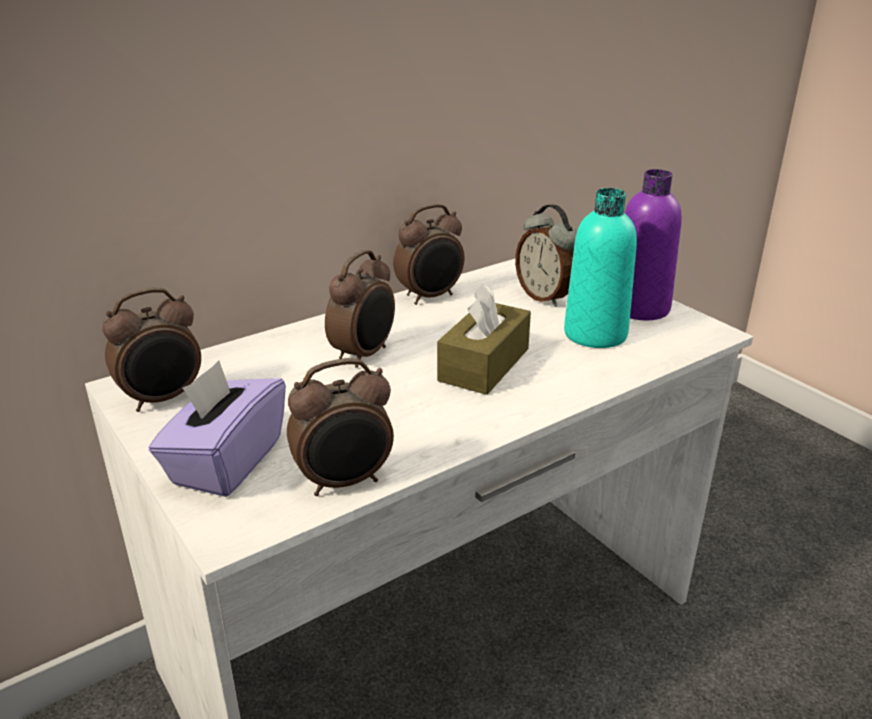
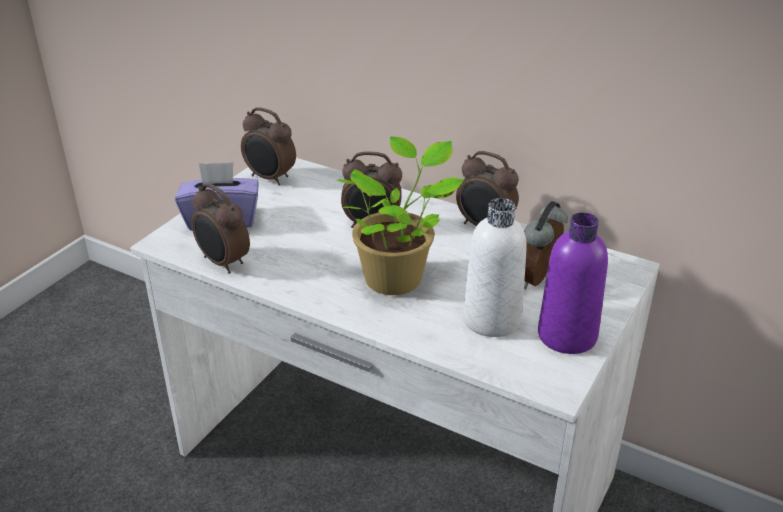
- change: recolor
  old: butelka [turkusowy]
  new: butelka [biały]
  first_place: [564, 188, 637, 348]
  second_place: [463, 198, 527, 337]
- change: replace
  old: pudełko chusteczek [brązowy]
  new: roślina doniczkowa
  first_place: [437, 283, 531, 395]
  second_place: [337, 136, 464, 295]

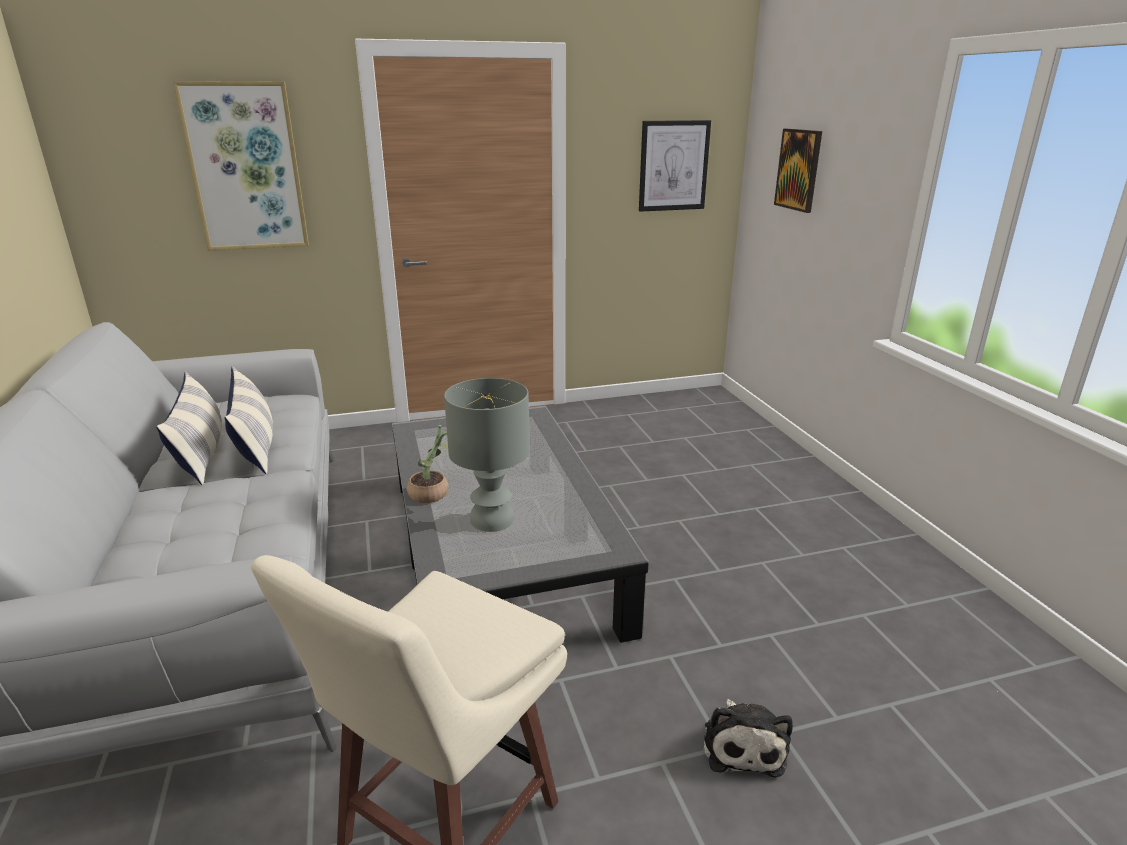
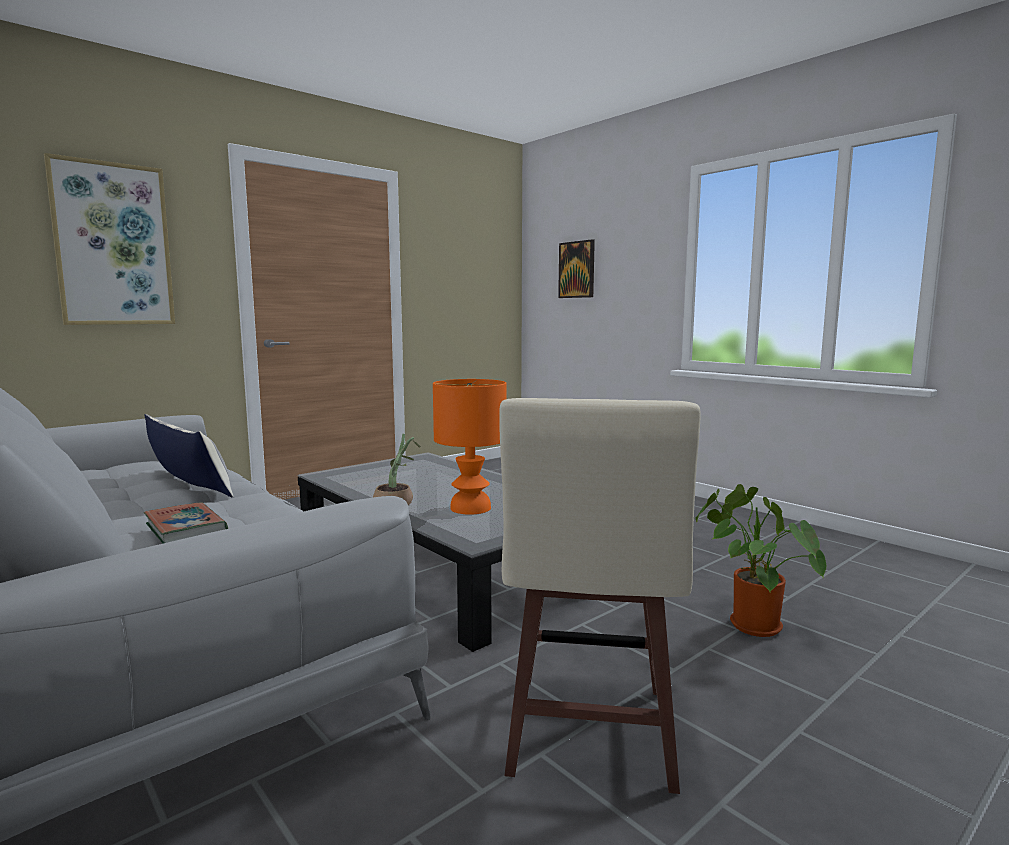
- change: delete
  old: obraz
  first_place: [639, 120, 711, 212]
- change: delete
  old: poduszka
  first_place: [156, 372, 222, 485]
- change: recolor
  old: lampa stołowa [szary]
  new: lampa stołowa [pomarańczowy]
  first_place: [444, 378, 530, 532]
  second_place: [433, 379, 506, 515]
- change: replace
  old: pluszak
  new: roślina doniczkowa
  first_place: [704, 699, 793, 778]
  second_place: [696, 484, 826, 637]
- change: insert
  new: książka
  second_place: [144, 502, 228, 544]

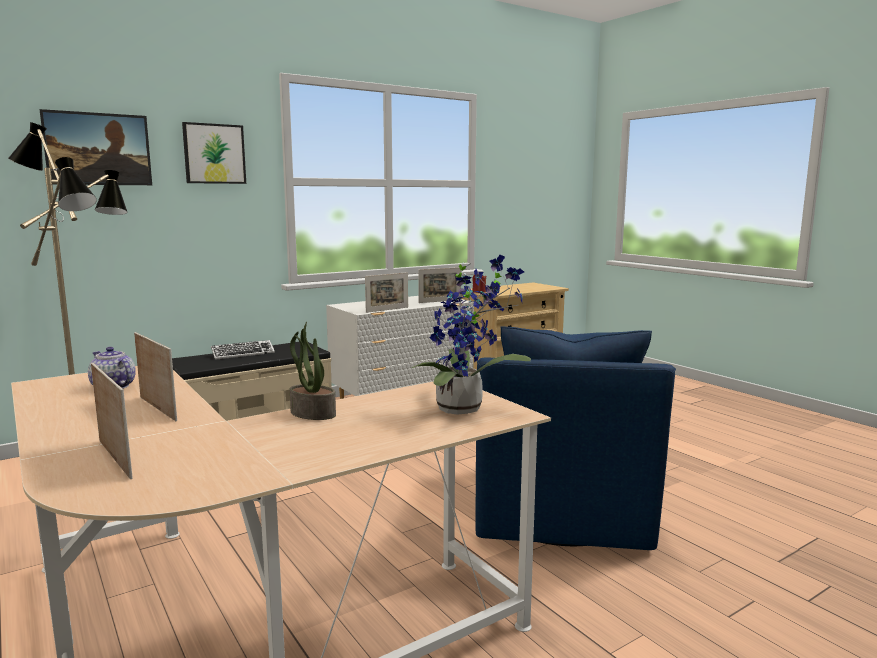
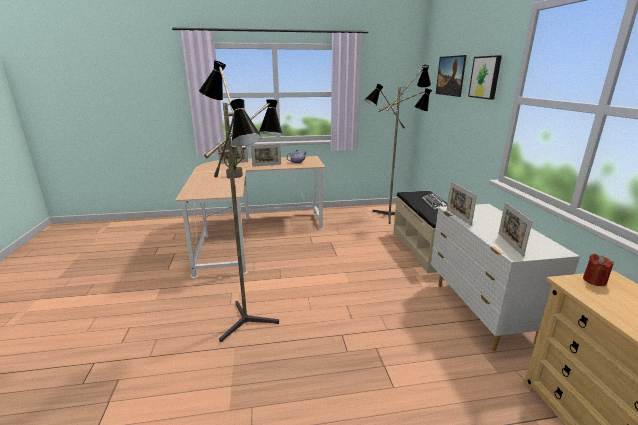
- change: delete
  old: roślina doniczkowa
  first_place: [412, 255, 531, 415]
- change: replace
  old: fotel [niebieski]
  new: lampa stojąca
  first_place: [476, 326, 676, 550]
  second_place: [199, 60, 282, 342]

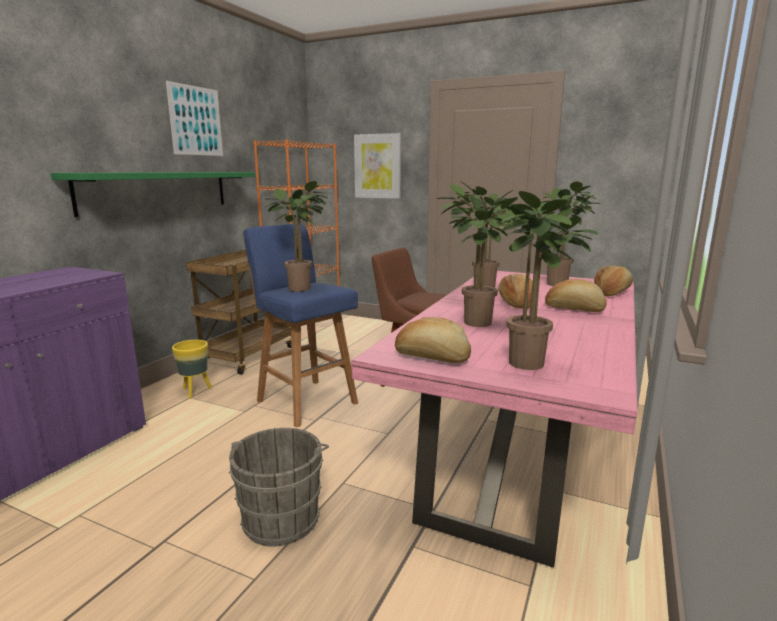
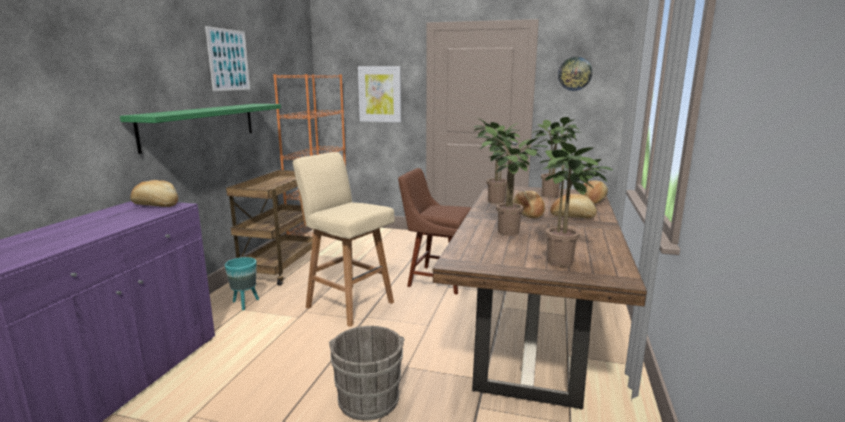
- change: delete
  old: roślina doniczkowa
  first_place: [264, 181, 329, 292]
- change: recolor
  old: stołek [niebieski]
  new: stołek [beżowy]
  first_place: [243, 224, 358, 428]
  second_place: [293, 152, 395, 327]
- change: recolor
  old: stół jadalny [różowy]
  new: stół jadalny [brązowy]
  first_place: [351, 271, 637, 567]
  second_place: [433, 185, 647, 409]
- change: move
  old: chleb
  first_place: [395, 317, 471, 363]
  second_place: [131, 180, 178, 207]
- change: recolor
  old: donica [żółty]
  new: donica [turkusowy]
  first_place: [172, 340, 212, 399]
  second_place: [225, 257, 259, 310]
- change: insert
  new: zegar ścienny
  second_place: [558, 57, 592, 91]

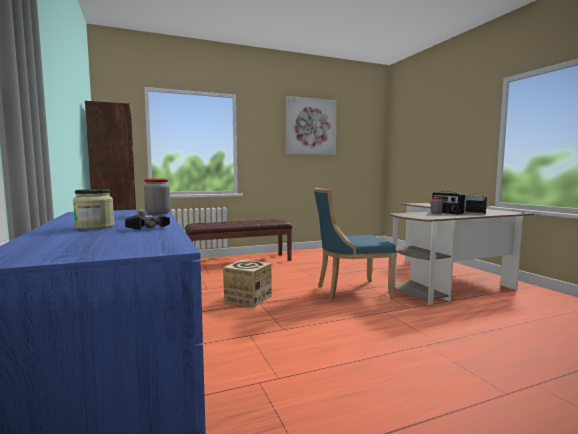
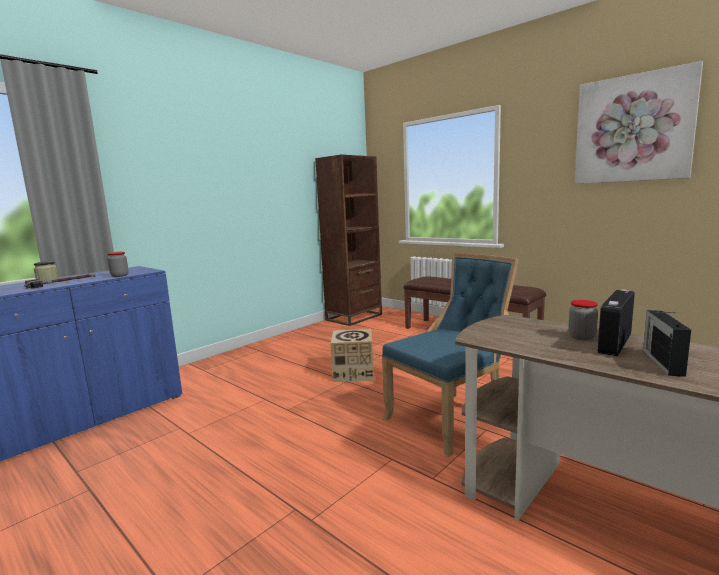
- change: rotate
  old: krzesło [niebieski]
  first_place: [314, 188, 396, 300]
  second_place: [382, 253, 519, 457]
  degrees: 90

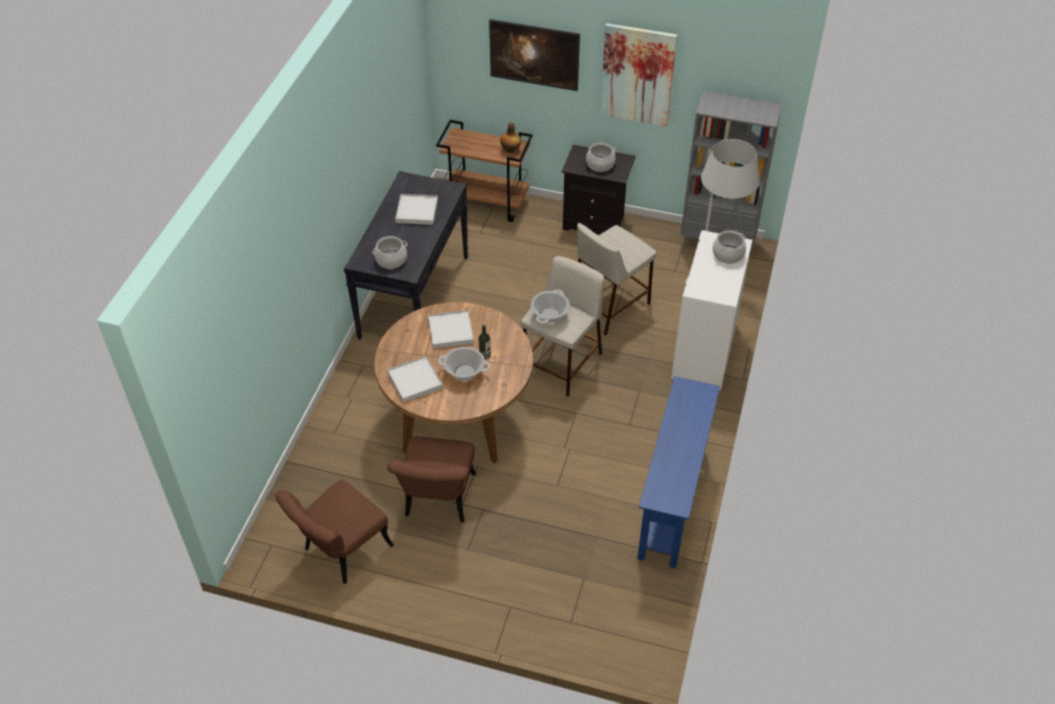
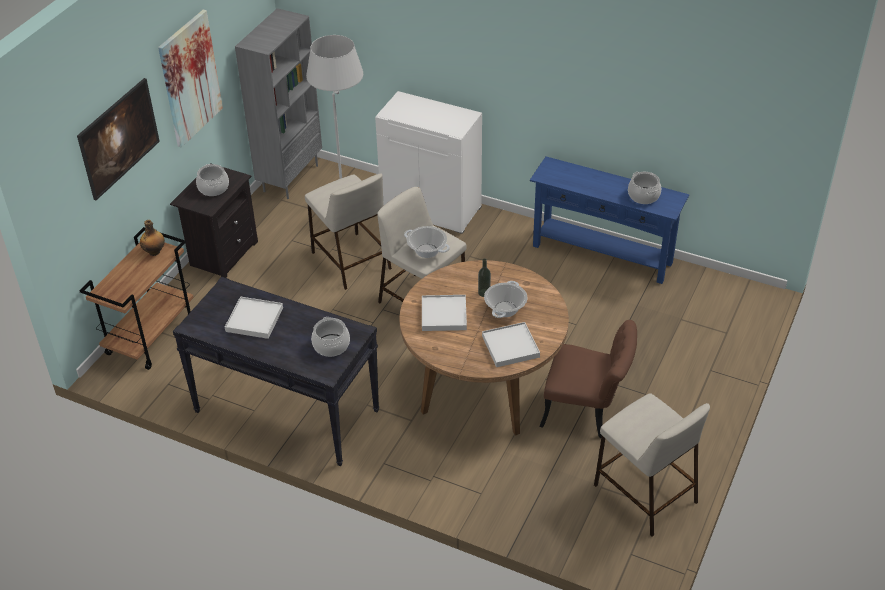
- change: move
  old: garnek
  first_place: [712, 230, 746, 264]
  second_place: [628, 172, 661, 204]
- change: replace
  old: krzesło [brązowy]
  new: stołek [beżowy]
  first_place: [276, 479, 394, 584]
  second_place: [594, 393, 710, 537]

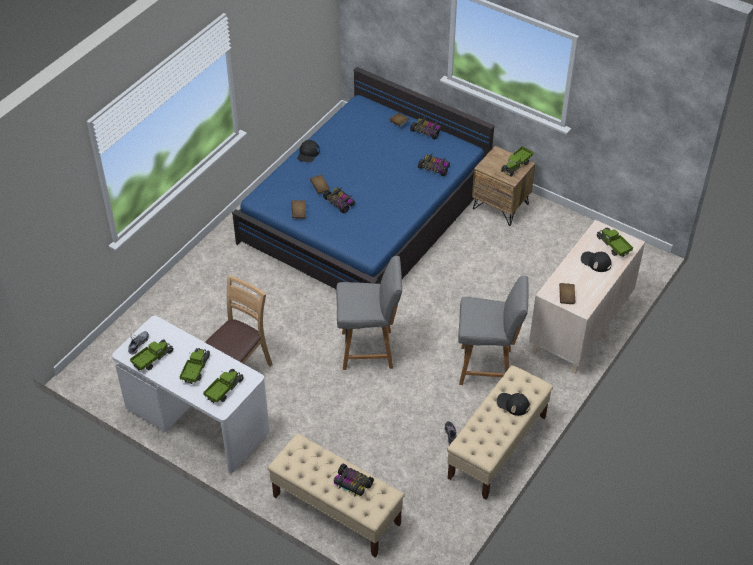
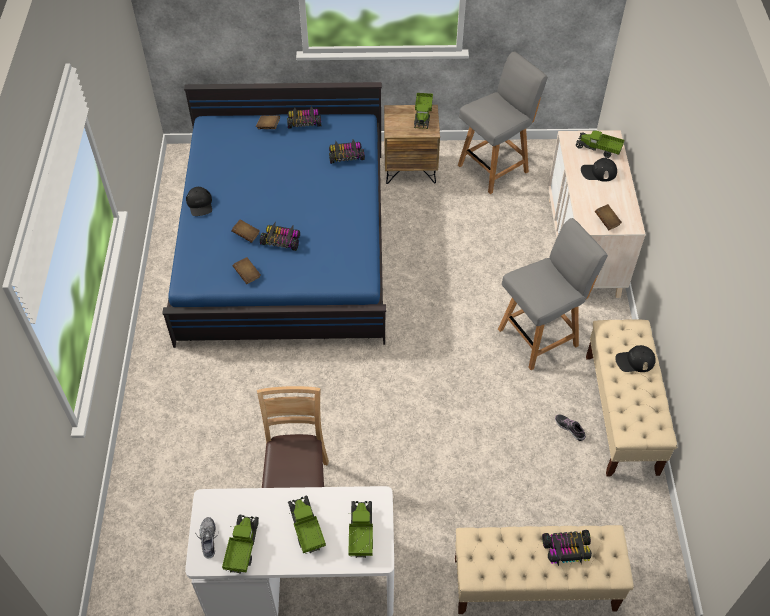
- change: move
  old: krzesło [szary]
  first_place: [336, 256, 402, 370]
  second_place: [458, 51, 548, 194]

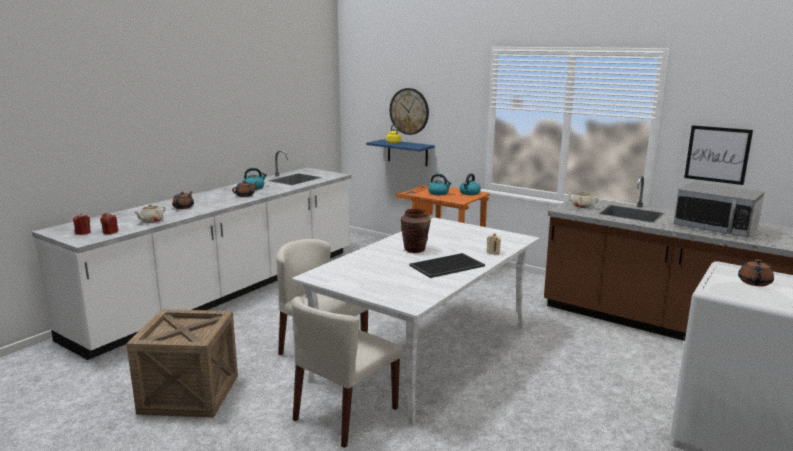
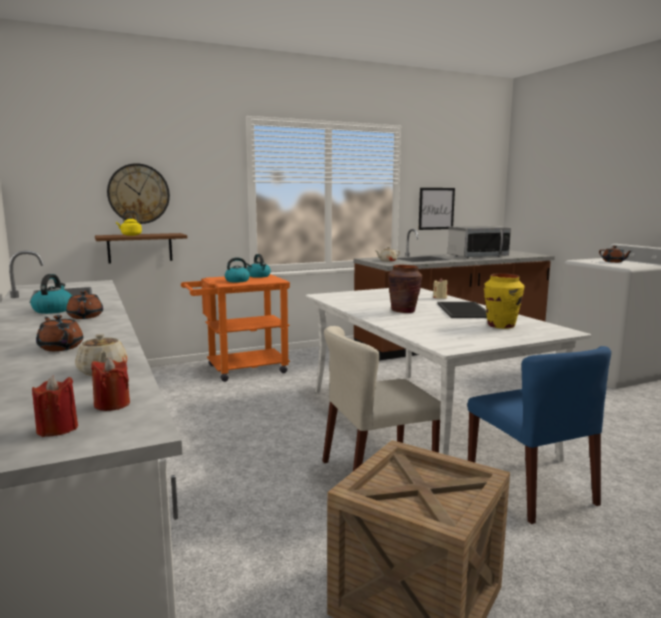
- change: recolor
  old: półka [niebieski]
  new: półka [brązowy]
  first_place: [366, 139, 435, 166]
  second_place: [95, 233, 187, 264]
- change: recolor
  old: krzesło [beżowy]
  new: krzesło [niebieski]
  first_place: [291, 296, 403, 448]
  second_place: [468, 346, 611, 524]
- change: insert
  new: wazon [żółty]
  second_place: [484, 273, 524, 329]

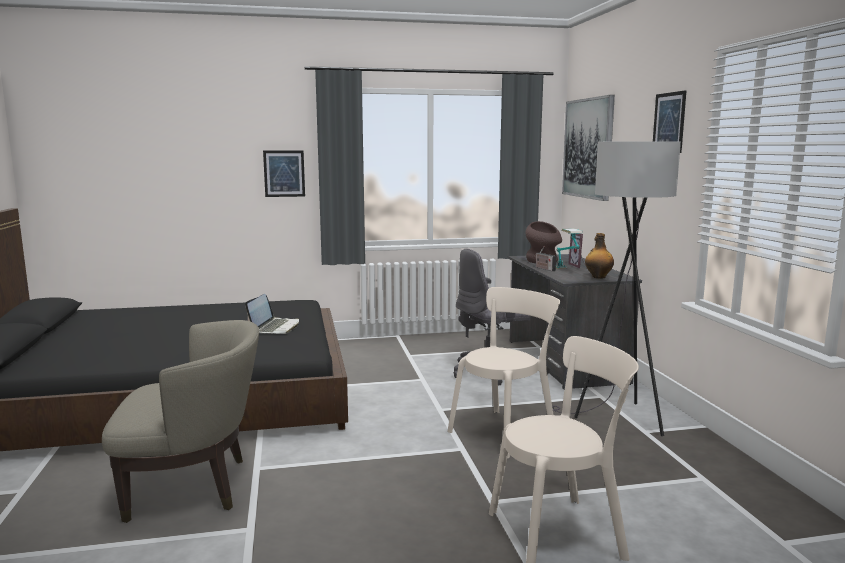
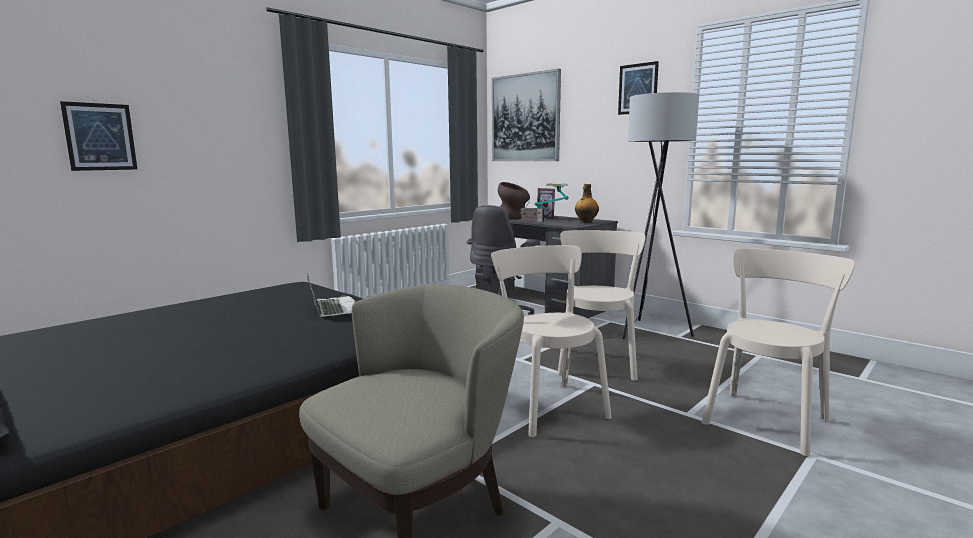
- change: move
  old: obraz
  first_place: [263, 151, 305, 197]
  second_place: [60, 101, 137, 171]
- change: insert
  new: krzesło [beżowy]
  second_place: [491, 245, 612, 437]

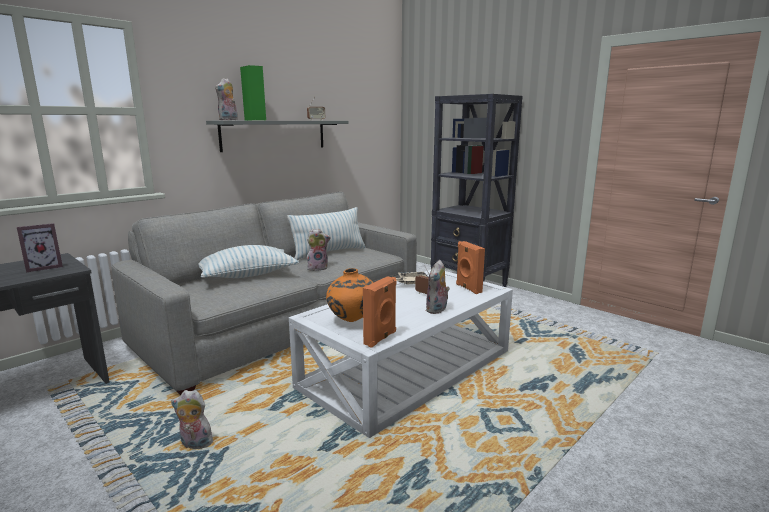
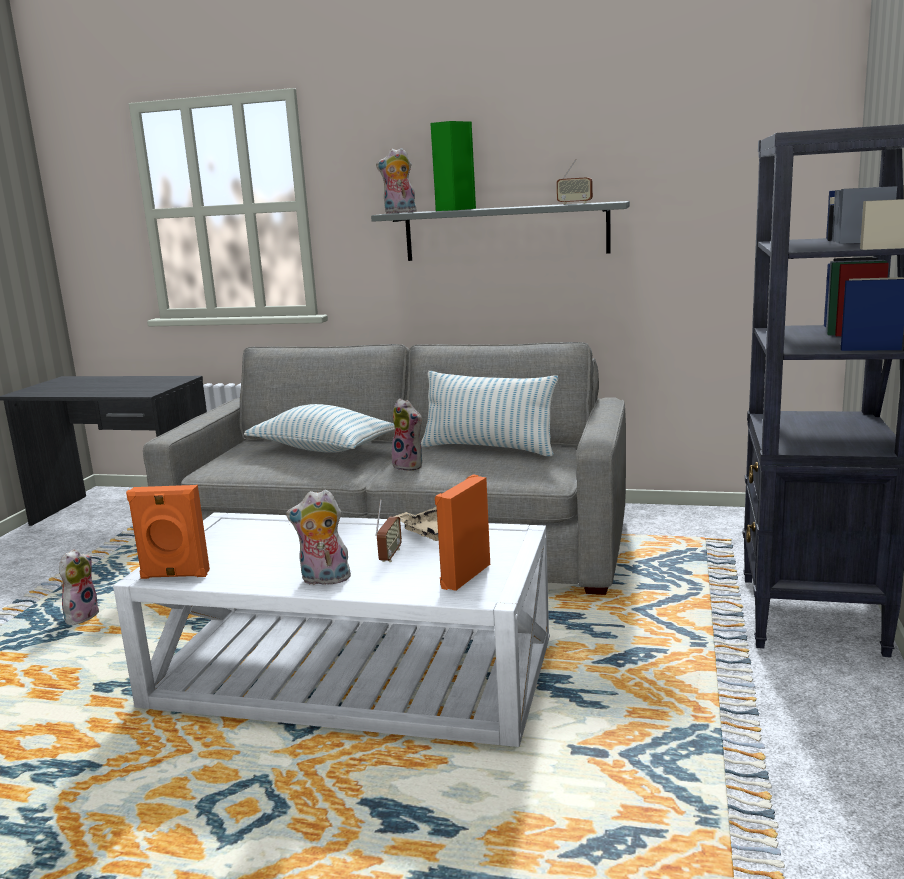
- change: delete
  old: ramka na zdjęcie
  first_place: [17, 223, 63, 273]
- change: delete
  old: wazon [pomarańczowy]
  first_place: [326, 268, 374, 322]
- change: rotate
  old: pluszak
  first_place: [171, 390, 213, 449]
  second_place: [59, 549, 99, 627]
  degrees: 45

